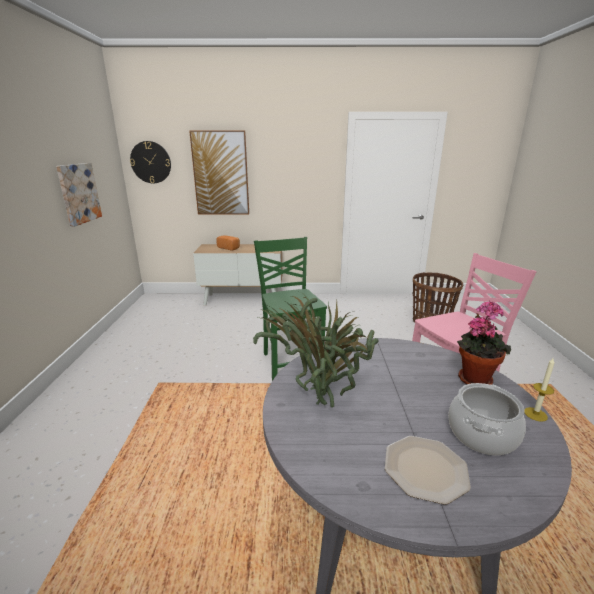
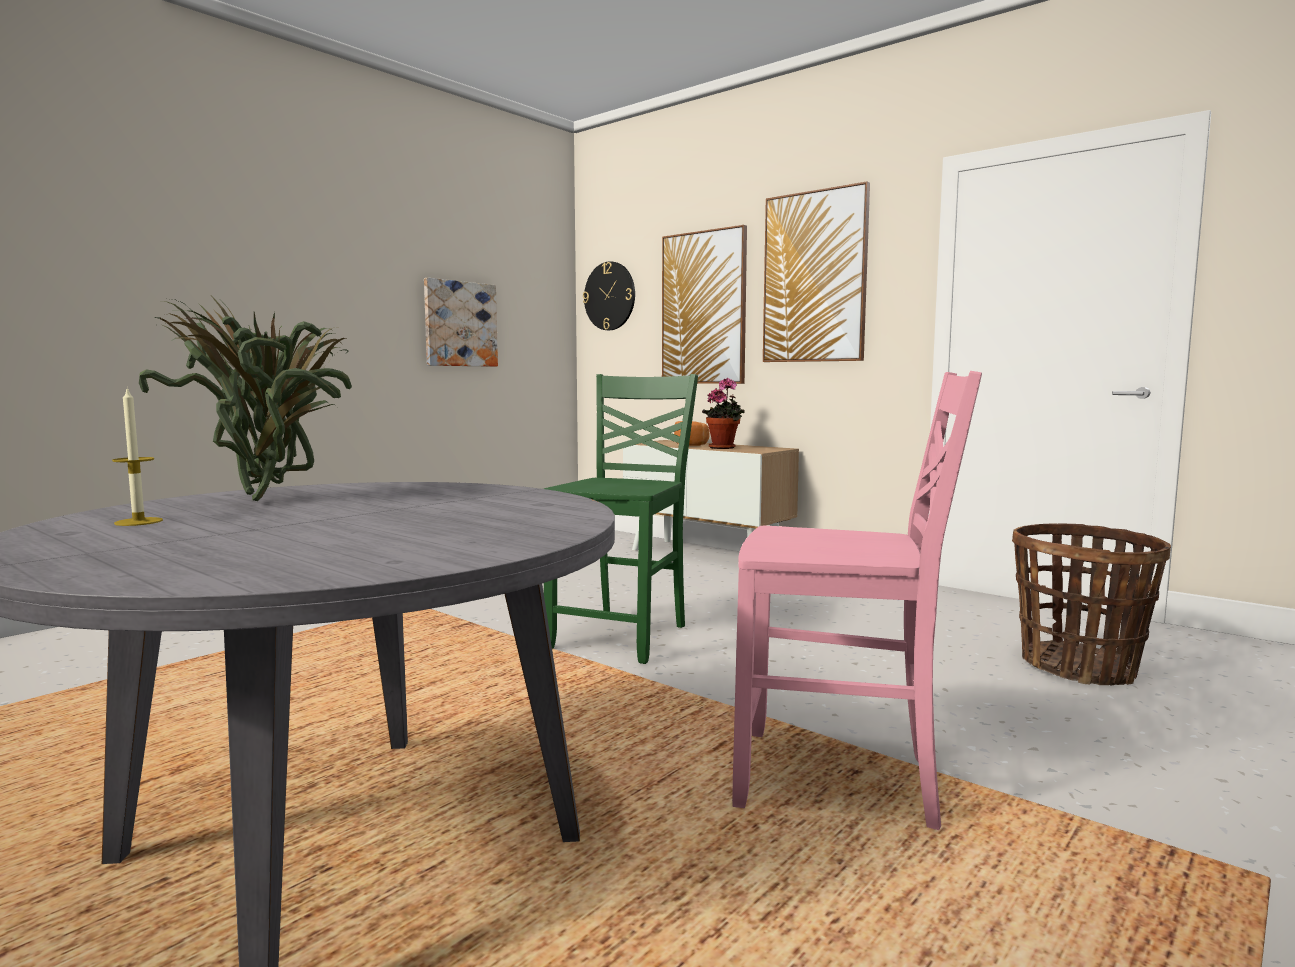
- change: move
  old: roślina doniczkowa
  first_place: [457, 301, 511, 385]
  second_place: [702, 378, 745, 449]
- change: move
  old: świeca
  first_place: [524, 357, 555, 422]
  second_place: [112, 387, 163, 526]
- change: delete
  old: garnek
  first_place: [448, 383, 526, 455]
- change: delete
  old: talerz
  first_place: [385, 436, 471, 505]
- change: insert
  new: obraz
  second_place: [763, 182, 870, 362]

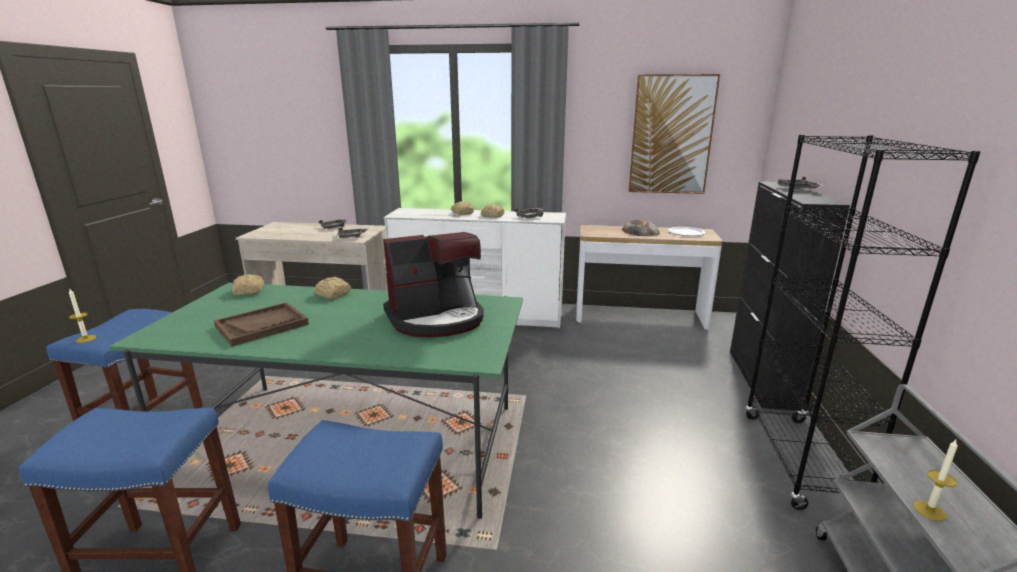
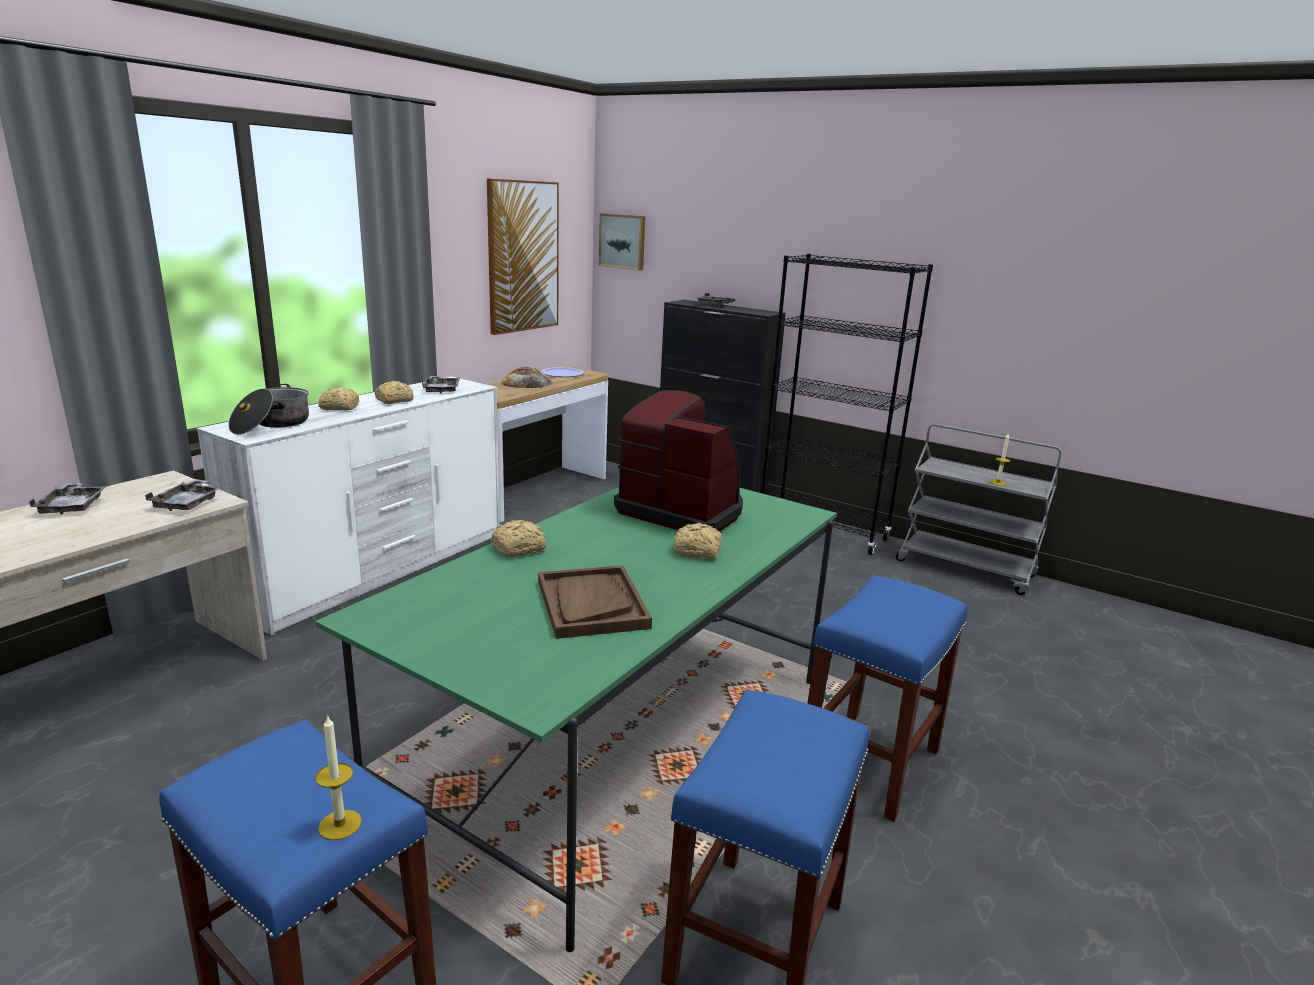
- change: rotate
  old: ekspres do kawy
  first_place: [383, 232, 484, 337]
  second_place: [614, 390, 743, 531]
  degrees: -60
- change: move
  old: chleb
  first_place: [232, 274, 264, 296]
  second_place: [674, 523, 722, 560]
- change: insert
  new: obraz
  second_place: [599, 213, 645, 271]
- change: insert
  new: garnek
  second_place: [229, 384, 309, 435]

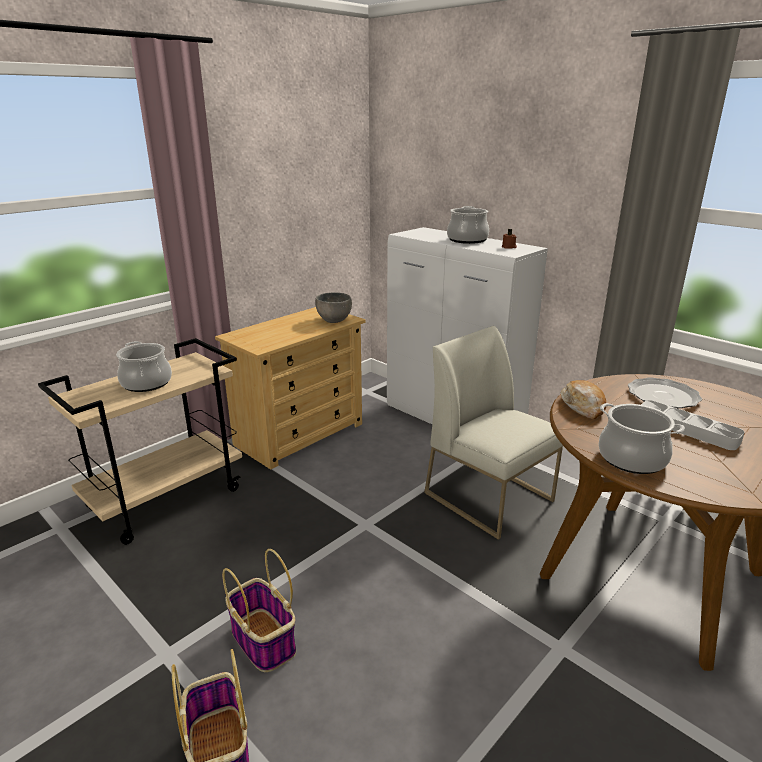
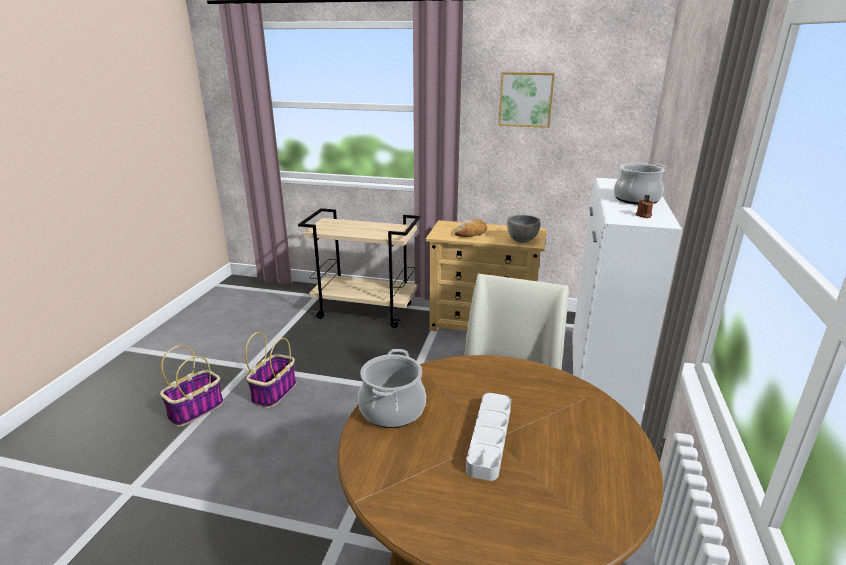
- change: delete
  old: garnek
  first_place: [116, 341, 172, 392]
- change: delete
  old: talerz
  first_place: [628, 377, 702, 408]
- change: move
  old: chleb
  first_place: [561, 380, 606, 419]
  second_place: [455, 218, 487, 237]
- change: insert
  new: obraz
  second_place: [498, 72, 555, 128]

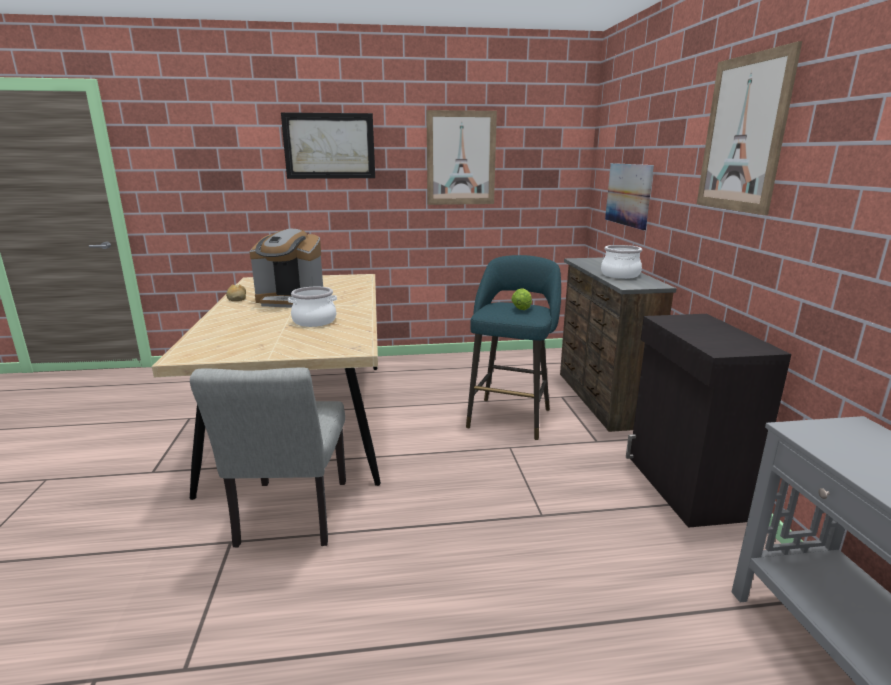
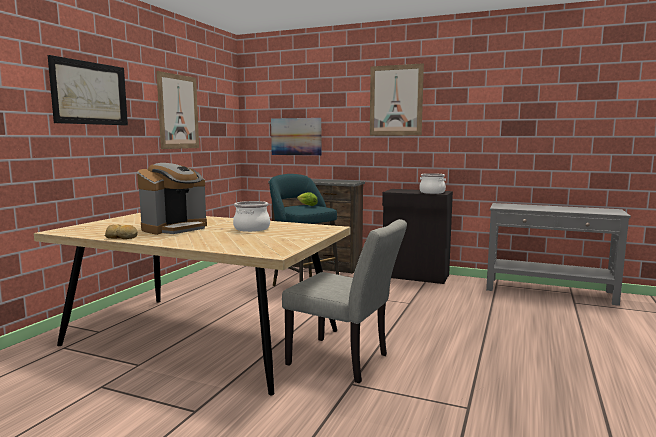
- change: move
  old: garnek
  first_place: [601, 245, 642, 279]
  second_place: [419, 173, 446, 194]

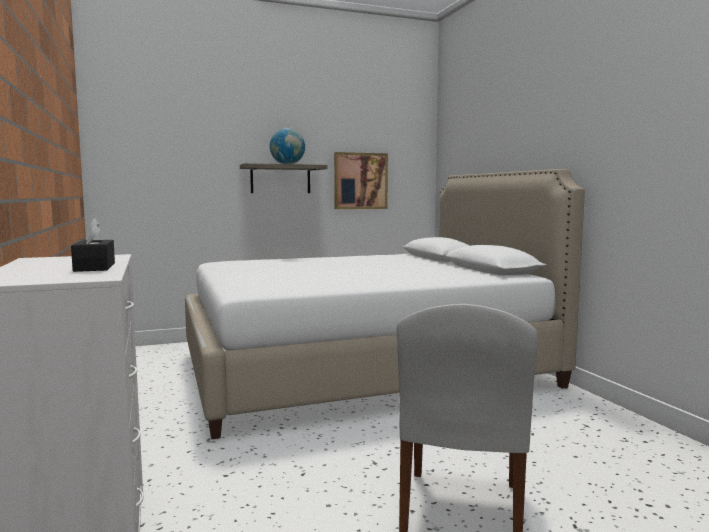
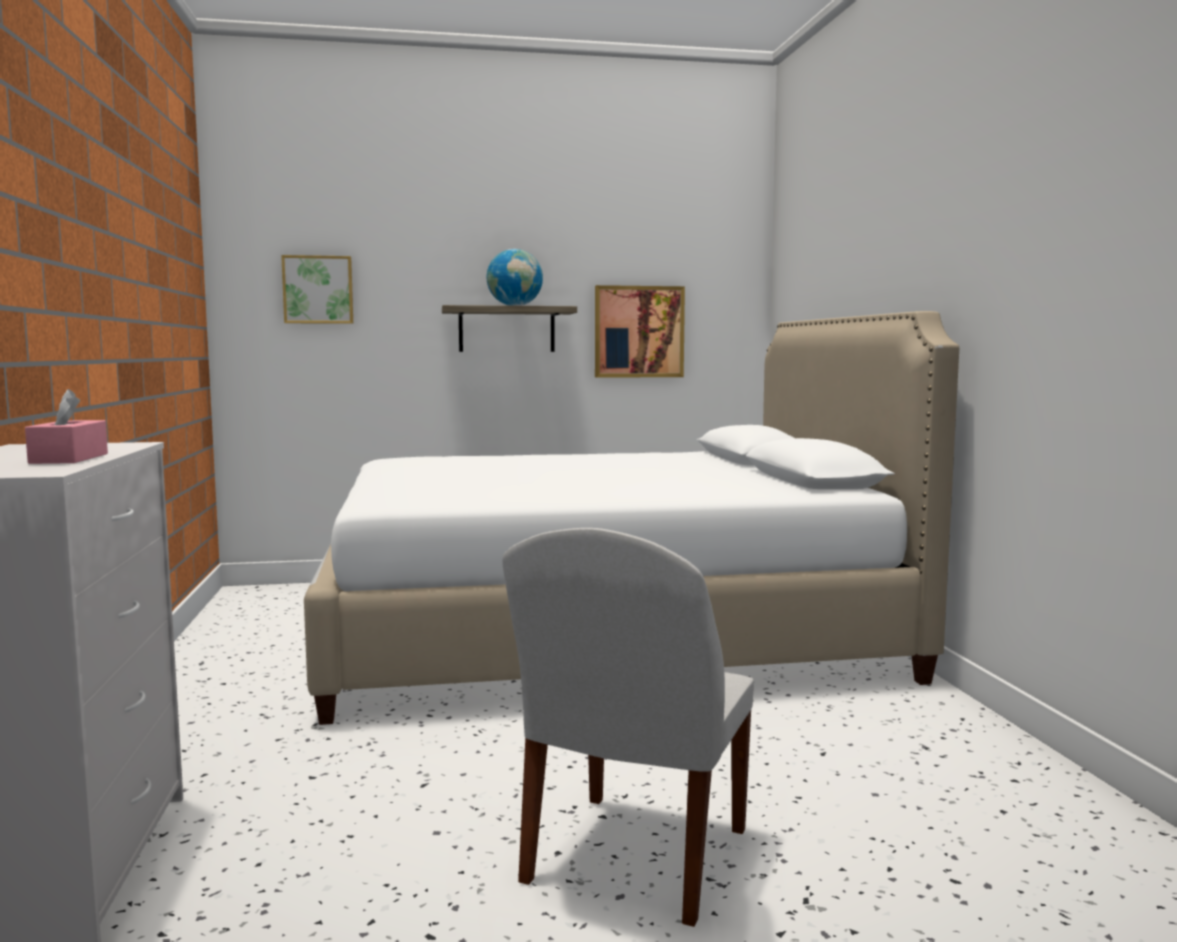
- change: recolor
  old: pudełko chusteczek [czarny]
  new: pudełko chusteczek [różowy]
  first_place: [71, 218, 115, 272]
  second_place: [25, 389, 108, 464]
- change: insert
  new: obraz
  second_place: [281, 255, 353, 324]

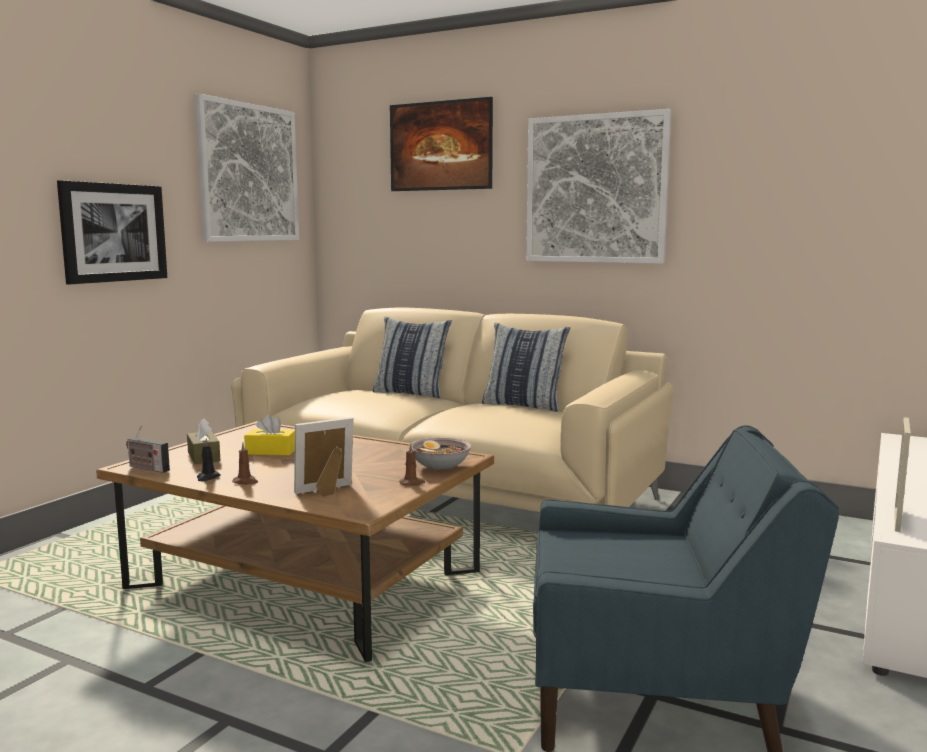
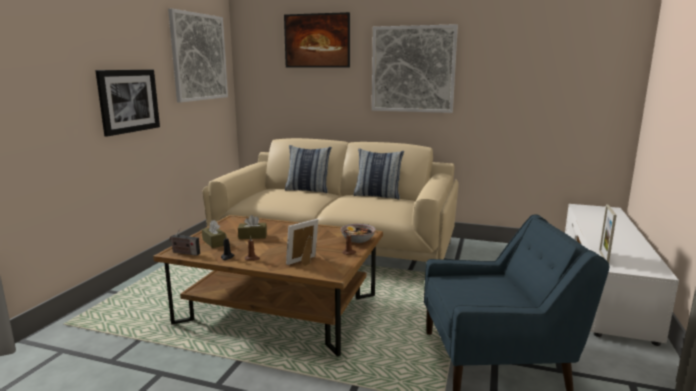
- change: recolor
  old: pudełko chusteczek [żółty]
  new: pudełko chusteczek [brązowy]
  first_place: [244, 414, 295, 455]
  second_place: [238, 215, 267, 239]

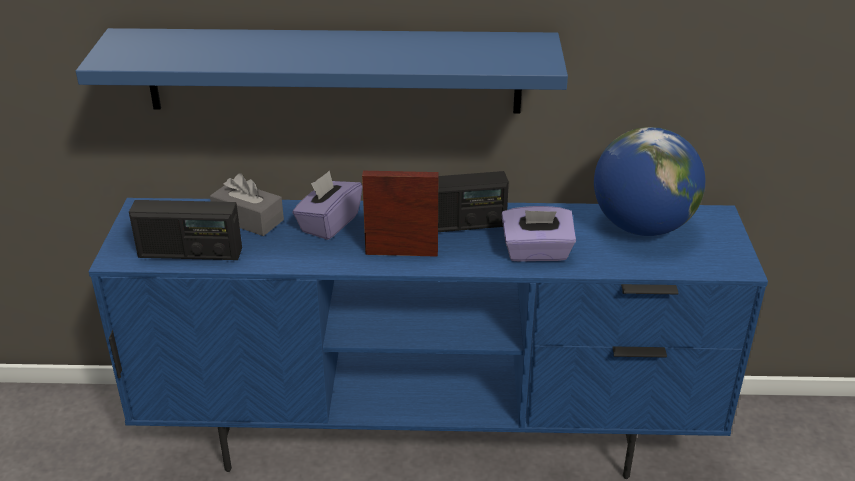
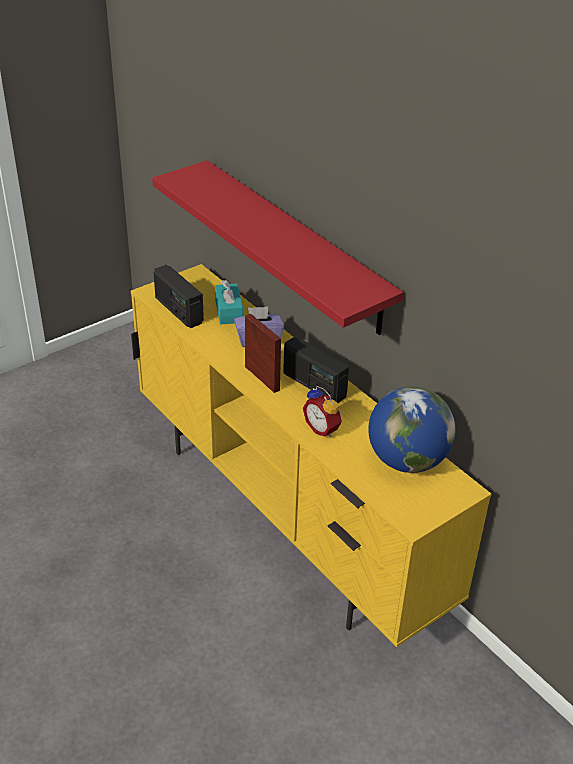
- change: recolor
  old: półka [niebieski]
  new: półka [czerwony]
  first_place: [76, 28, 568, 113]
  second_place: [152, 160, 404, 335]
- change: recolor
  old: pudełko chusteczek [szary]
  new: pudełko chusteczek [turkusowy]
  first_place: [210, 173, 284, 236]
  second_place: [215, 280, 243, 325]
- change: recolor
  old: szafka pod telewizor [niebieski]
  new: szafka pod telewizor [żółty]
  first_place: [89, 198, 768, 479]
  second_place: [131, 264, 492, 647]
- change: replace
  old: pudełko chusteczek [fioletowy]
  new: budzik
  first_place: [501, 206, 576, 262]
  second_place: [303, 386, 342, 437]

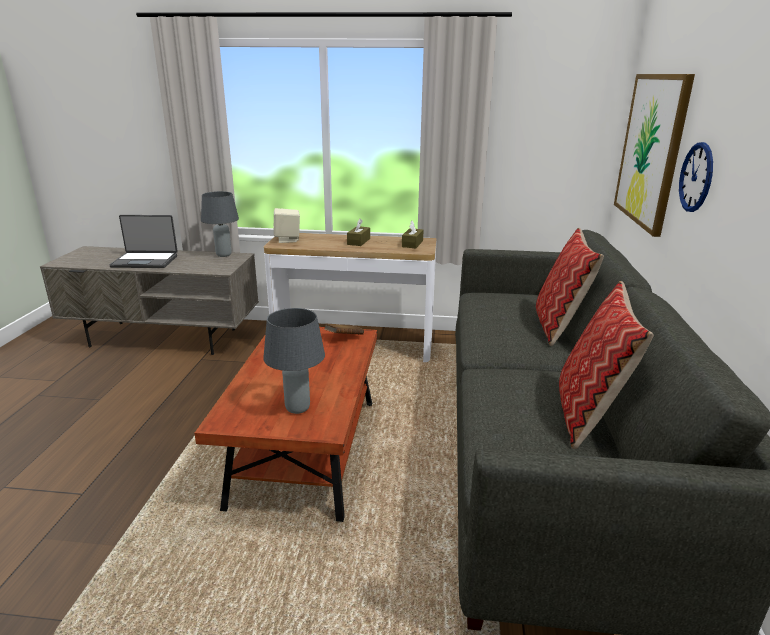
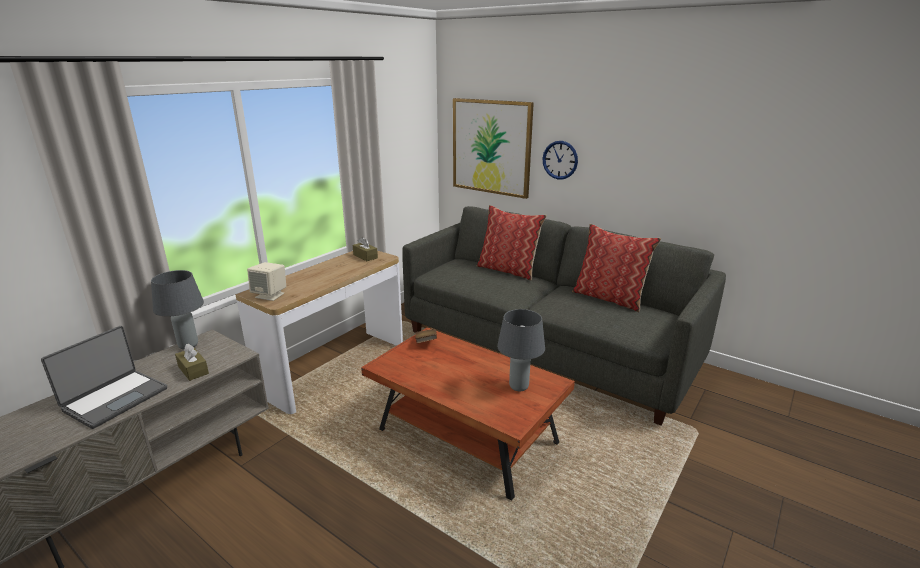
- change: move
  old: pudełko chusteczek [brązowy]
  first_place: [347, 219, 370, 246]
  second_place: [175, 344, 209, 381]

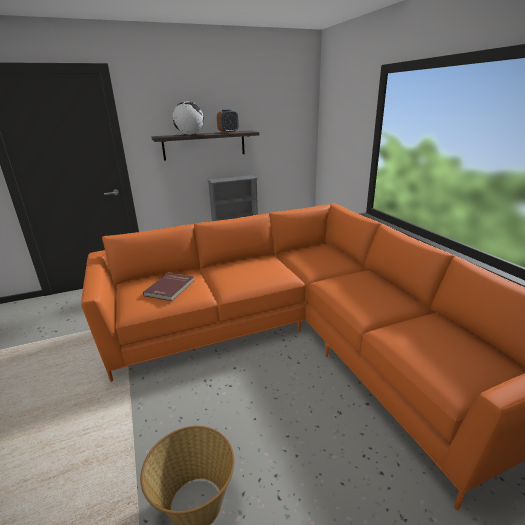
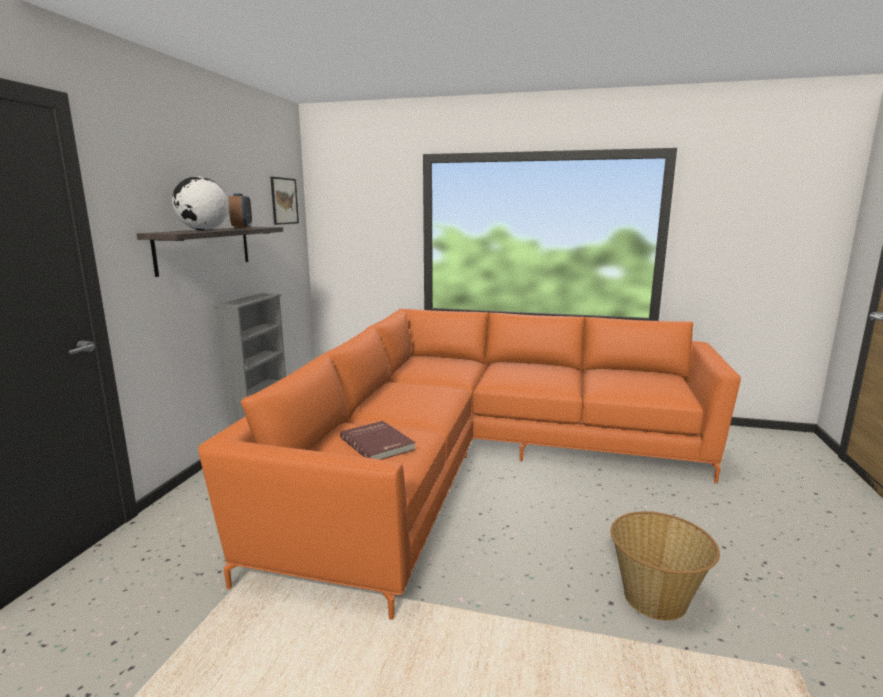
- change: insert
  new: obraz
  second_place: [270, 177, 299, 225]

